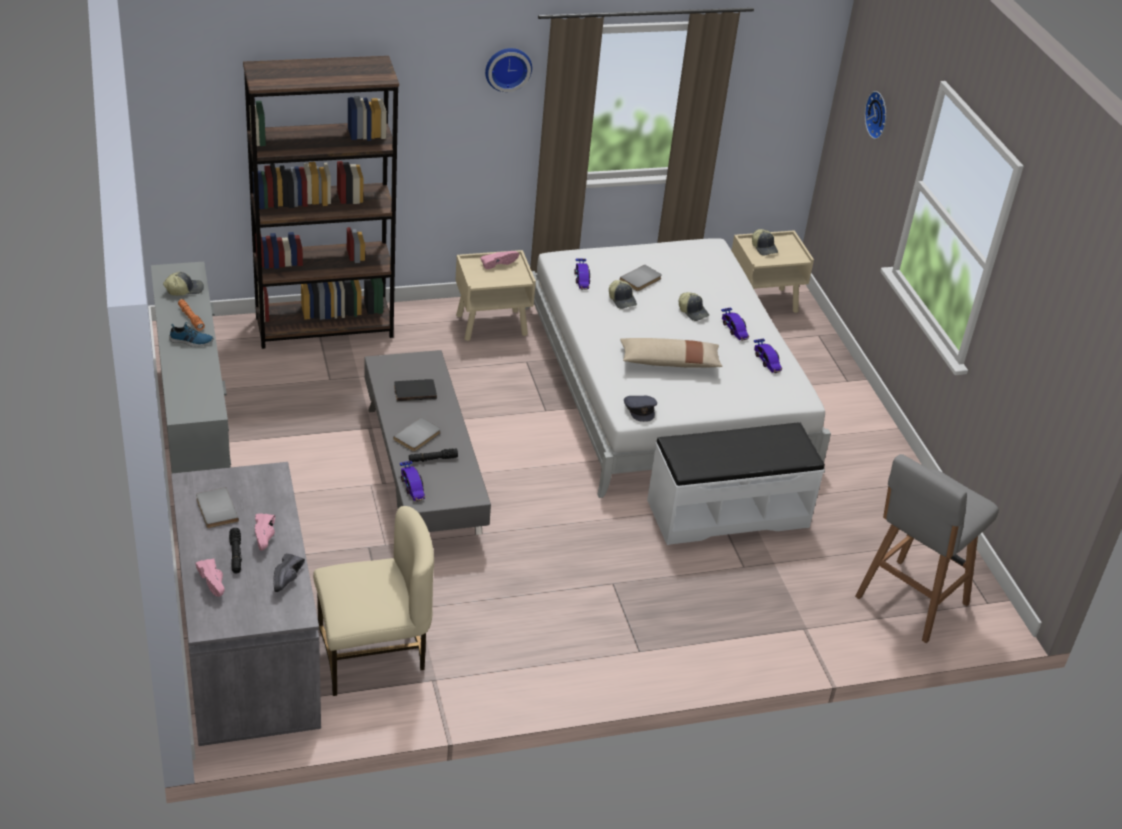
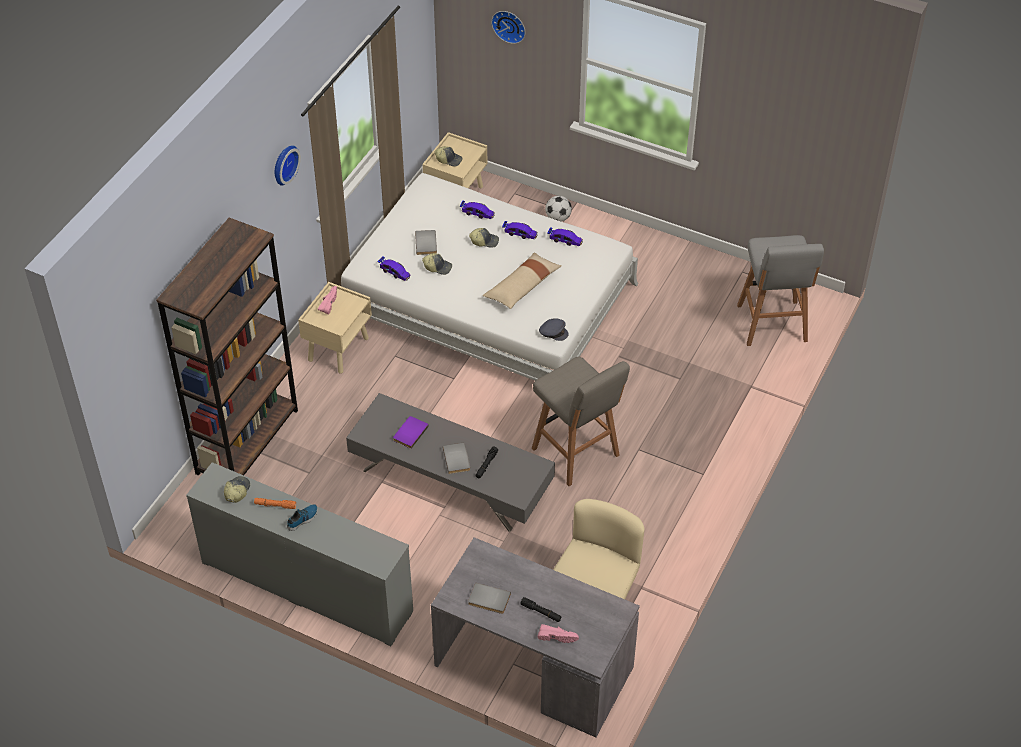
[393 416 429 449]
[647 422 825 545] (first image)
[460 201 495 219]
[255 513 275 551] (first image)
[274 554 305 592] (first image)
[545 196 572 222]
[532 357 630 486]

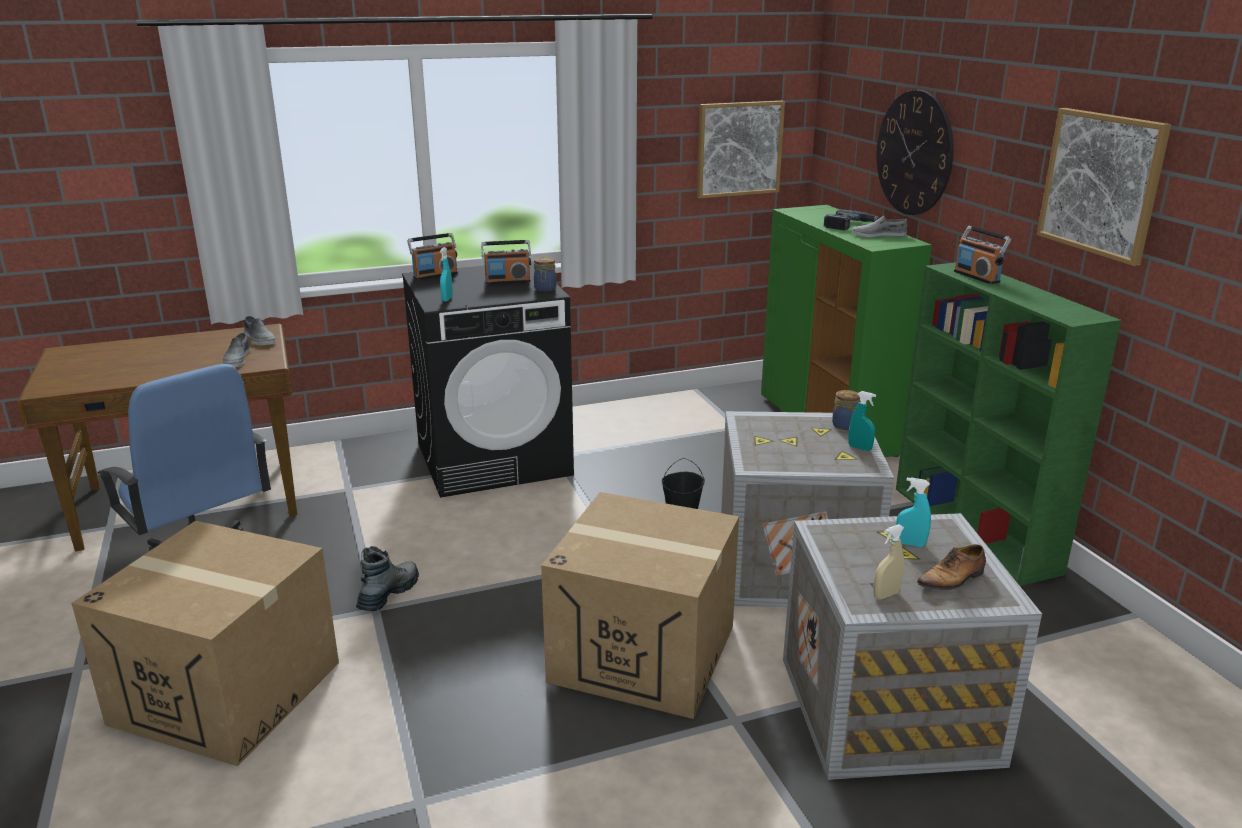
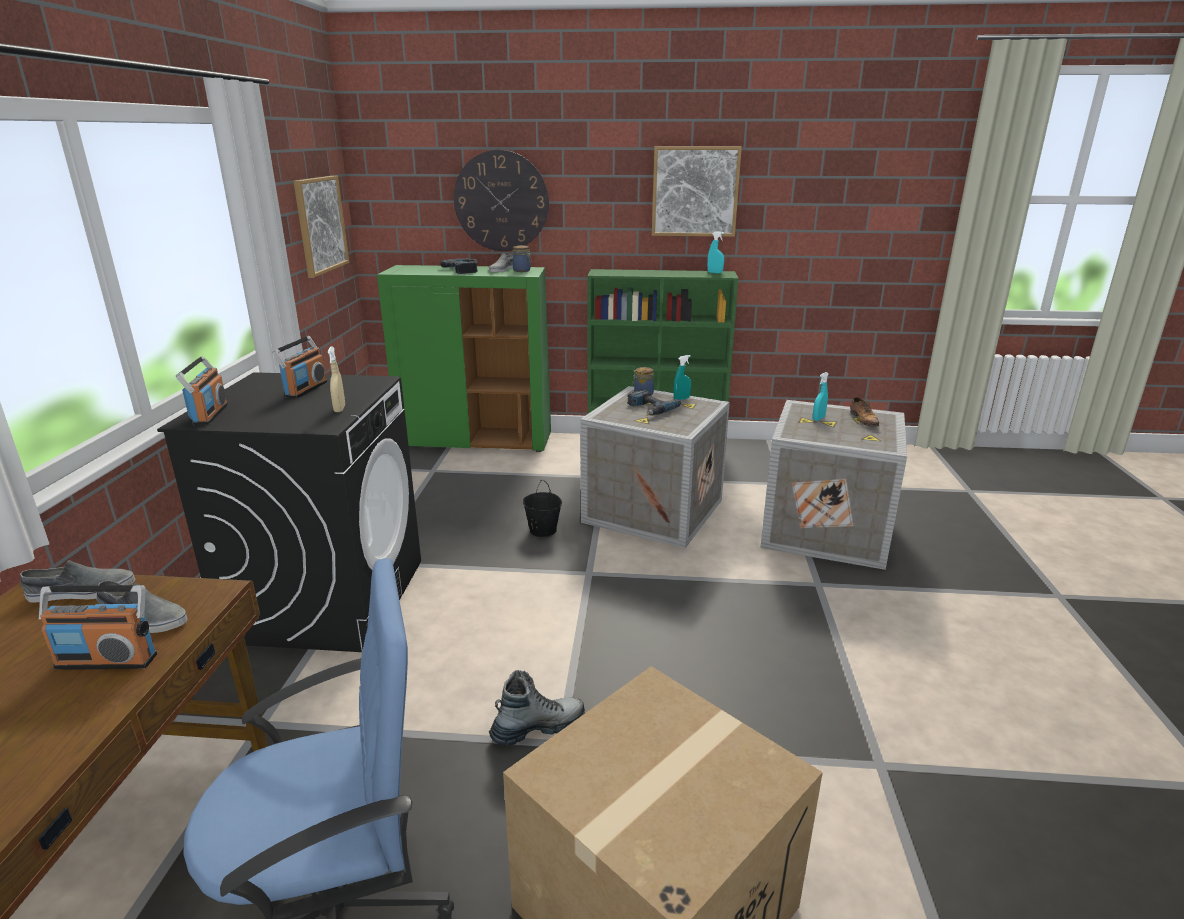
[39 585 157 670]
[707 231 724 274]
[513 245 531 272]
[541 492 739 719] (first image)
[327 346 345 412]
[489 670 585 746]
[627 389 681 415]

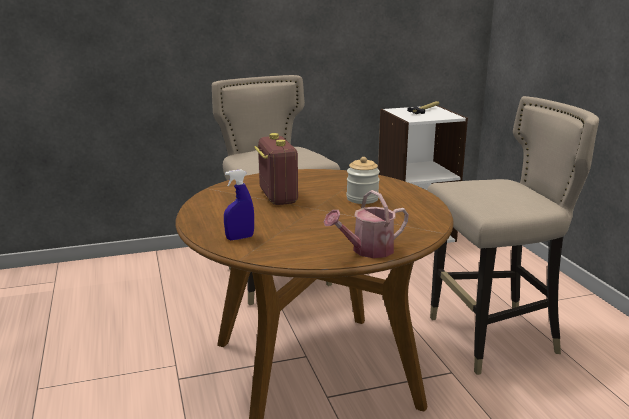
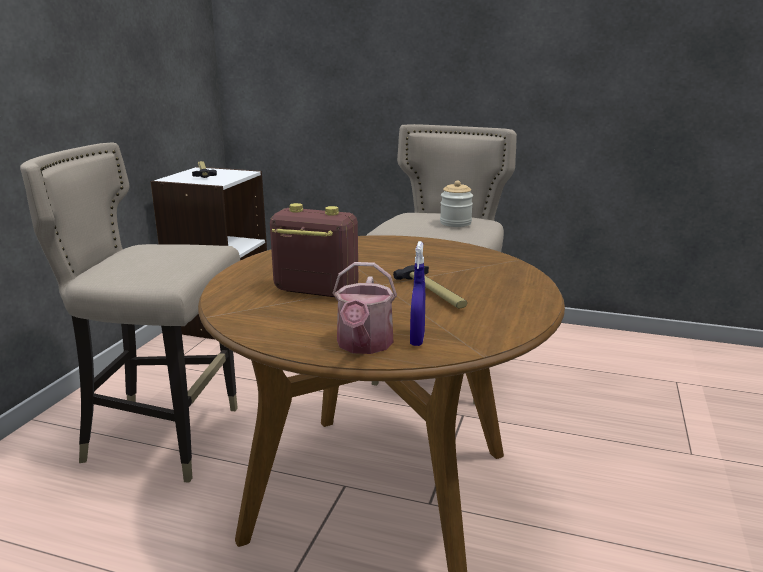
[440 180 473 227]
[332 262 397 354]
[393 265 467 308]

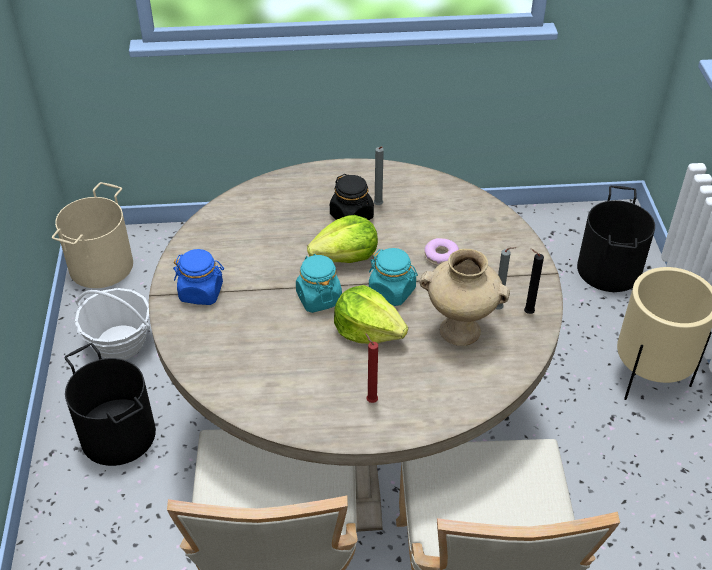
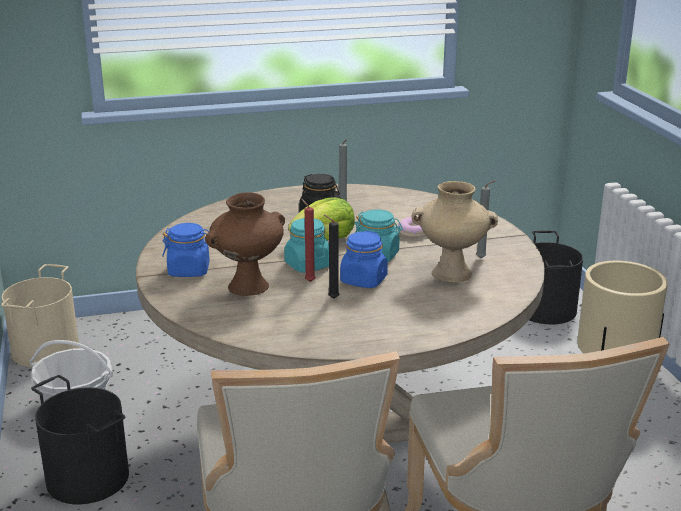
[324 215 340 299]
[340 231 388 288]
[301 198 316 282]
[205 192 285 296]

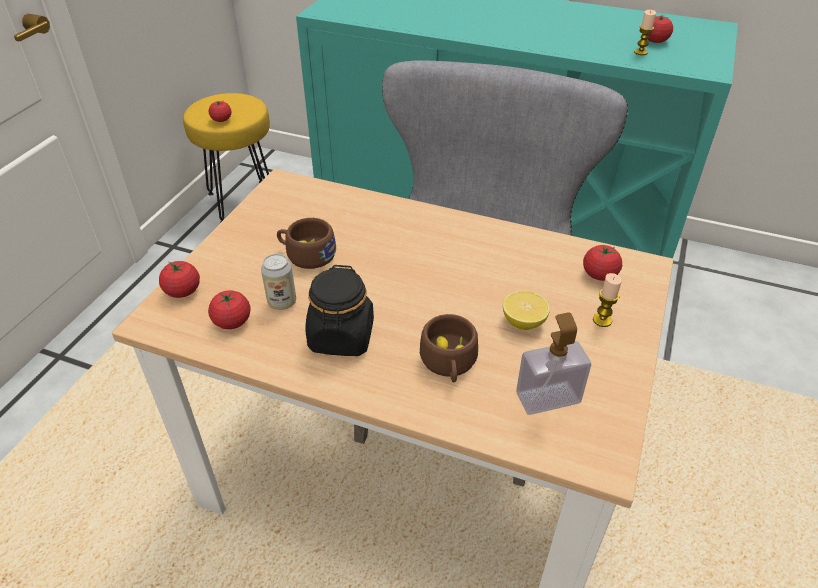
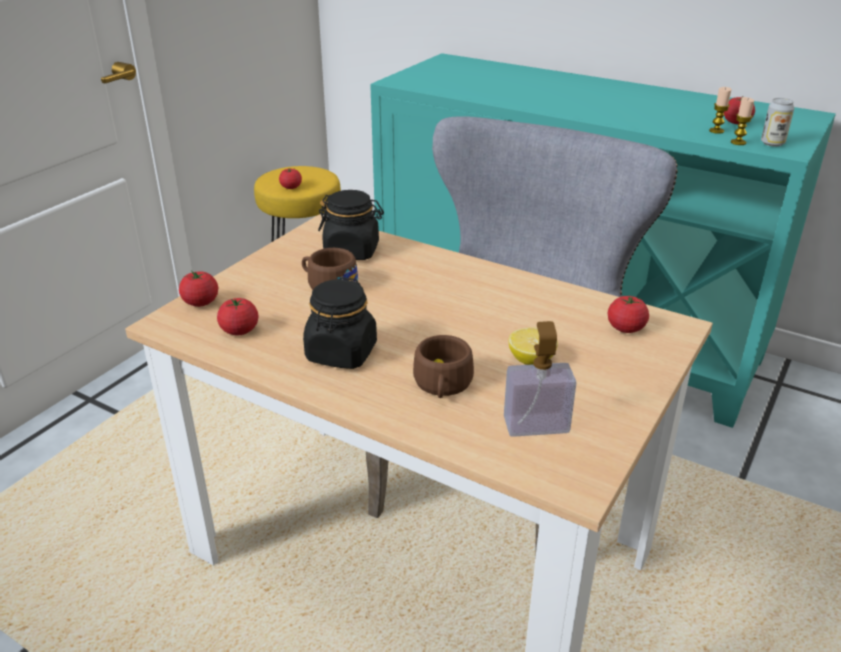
[761 98 794 147]
[731 97 754 145]
[318 190 384 260]

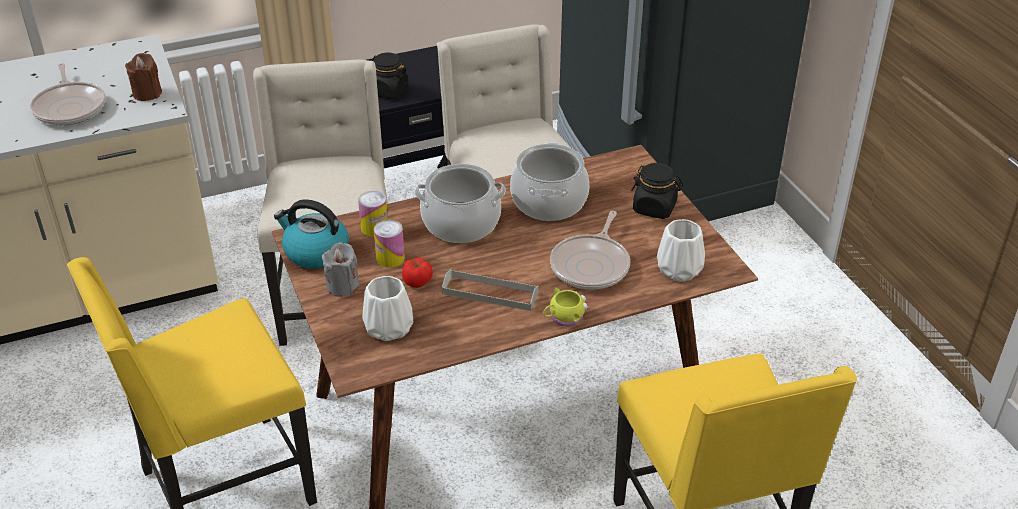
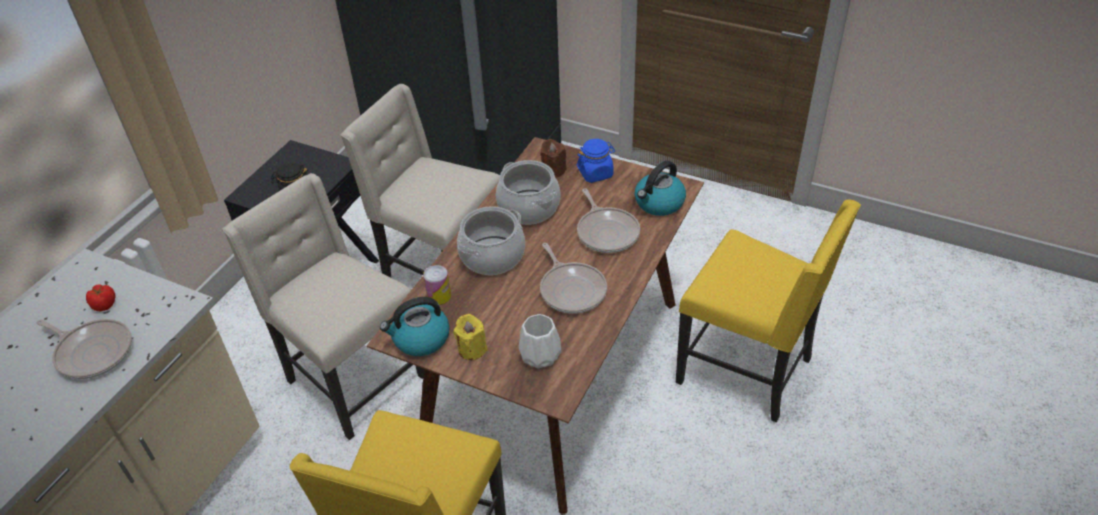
[540 139 567 178]
[577 139 615 183]
[635 161 686 216]
[374 220 405 268] (first image)
[453 314 487 360]
[86 284 116 311]
[540 243 607 314]
[543 288 588 327] (first image)

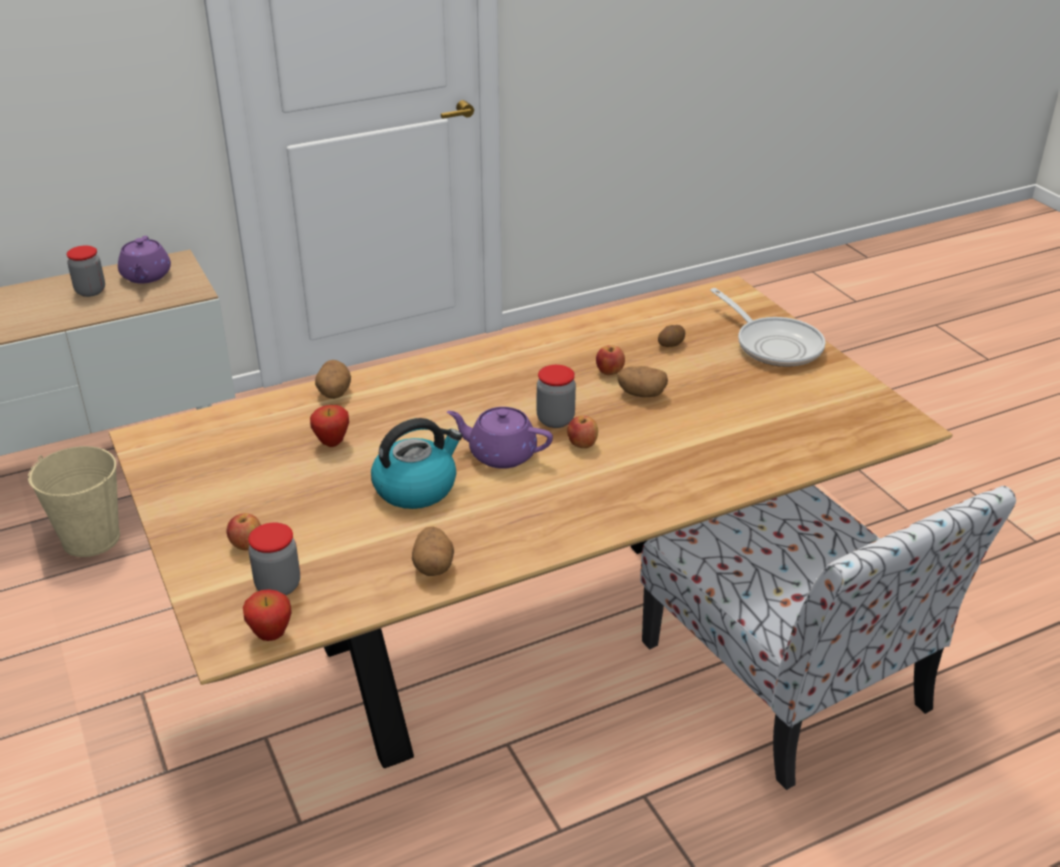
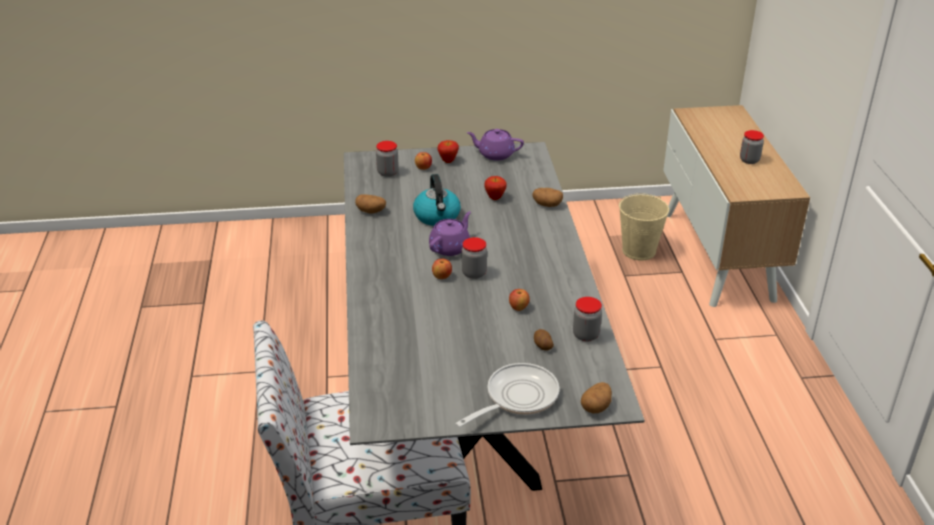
[467 129 524 161]
[344 142 645 491]
[456 363 559 427]
[581 382 612 413]
[437 140 459 163]
[573 297 602 342]

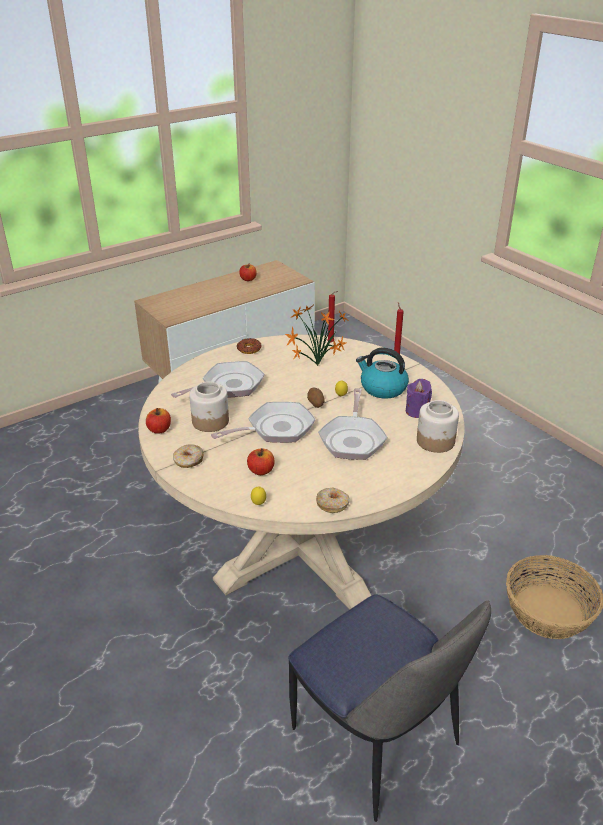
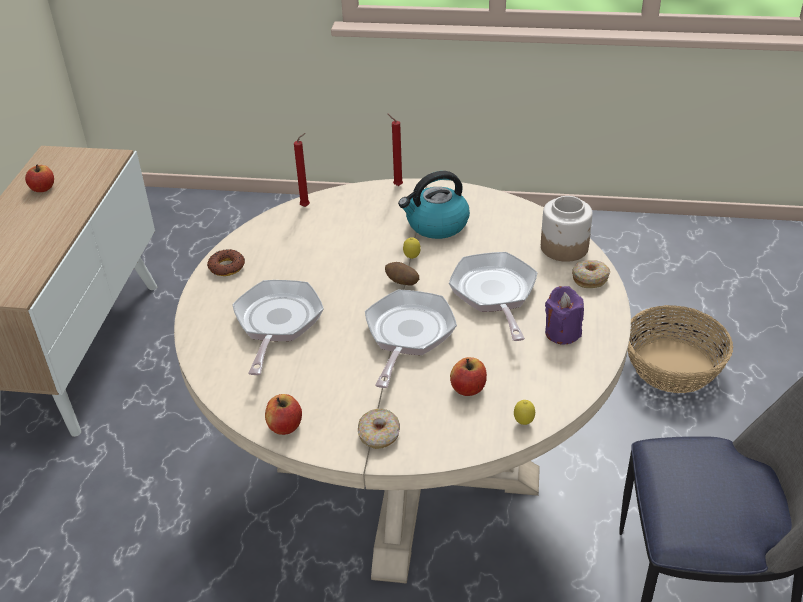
[285 305 348 366] (first image)
[545 286 584 345]
[189 382 229 432] (first image)
[449 252 538 341]
[572 260 610 288]

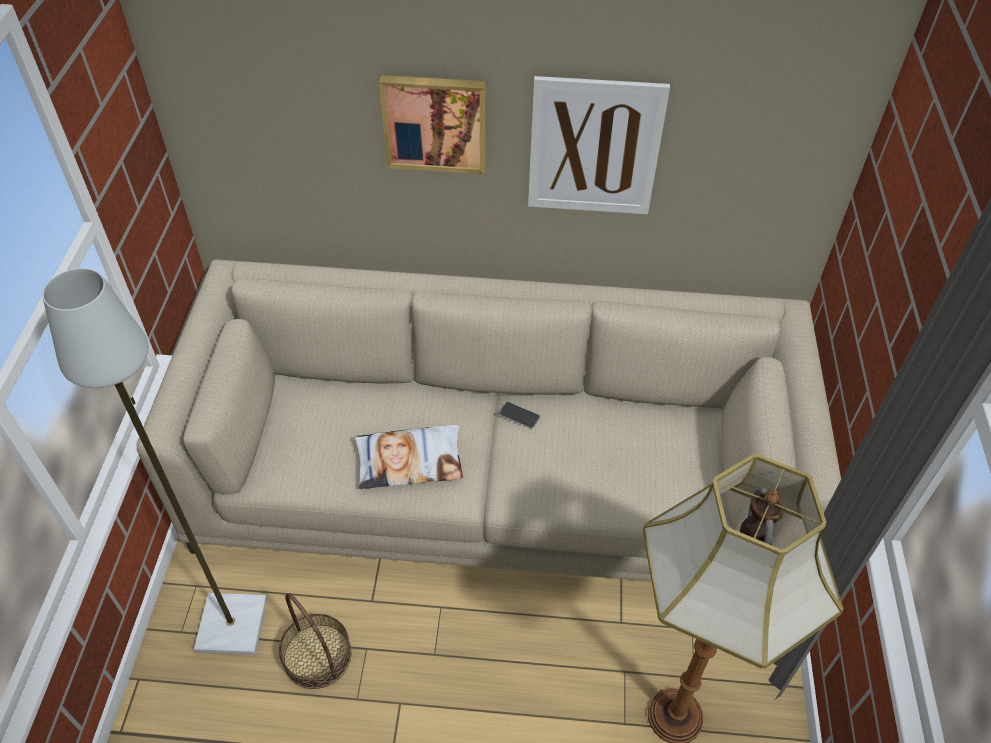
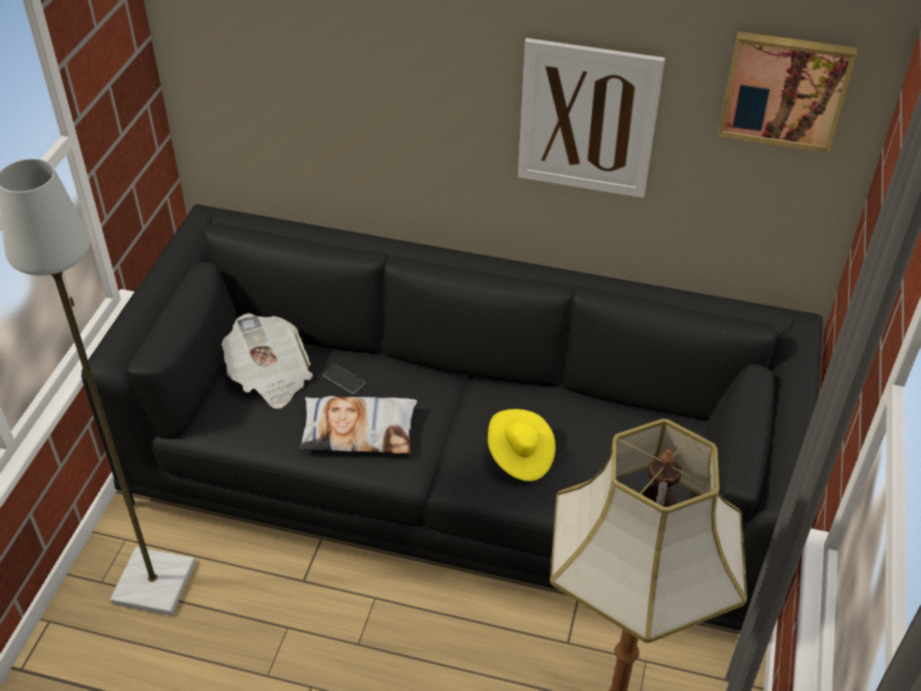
[718 31 857 153]
[81 204 823 631]
[323 365 366 394]
[279 593 352 689] (first image)
[222 313 313 409]
[488 409 556 481]

